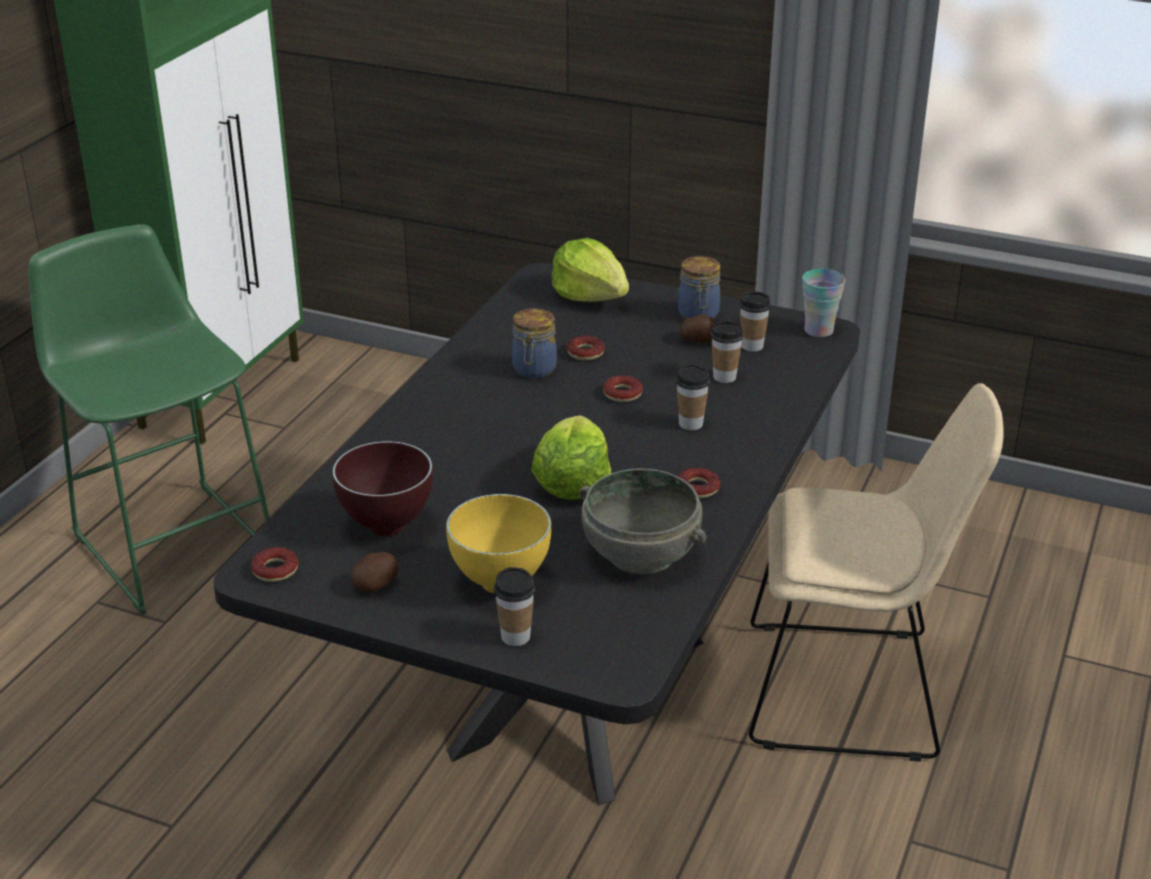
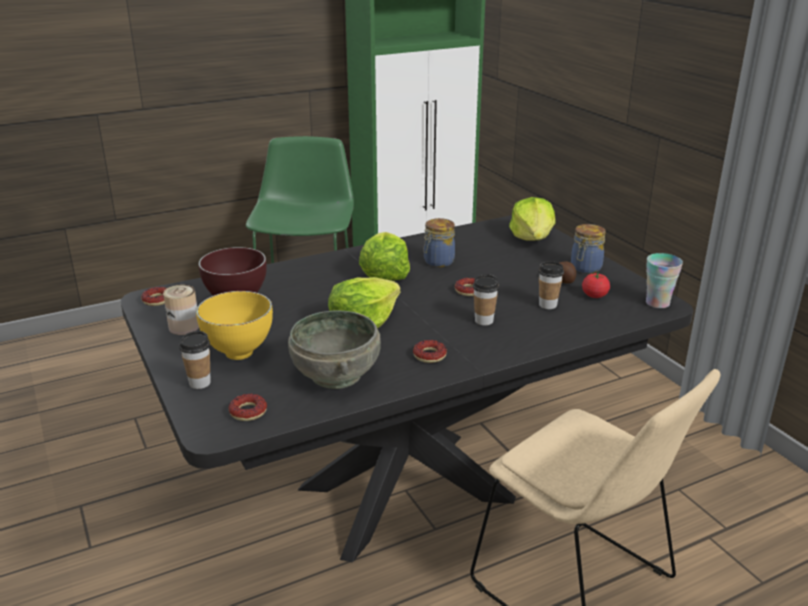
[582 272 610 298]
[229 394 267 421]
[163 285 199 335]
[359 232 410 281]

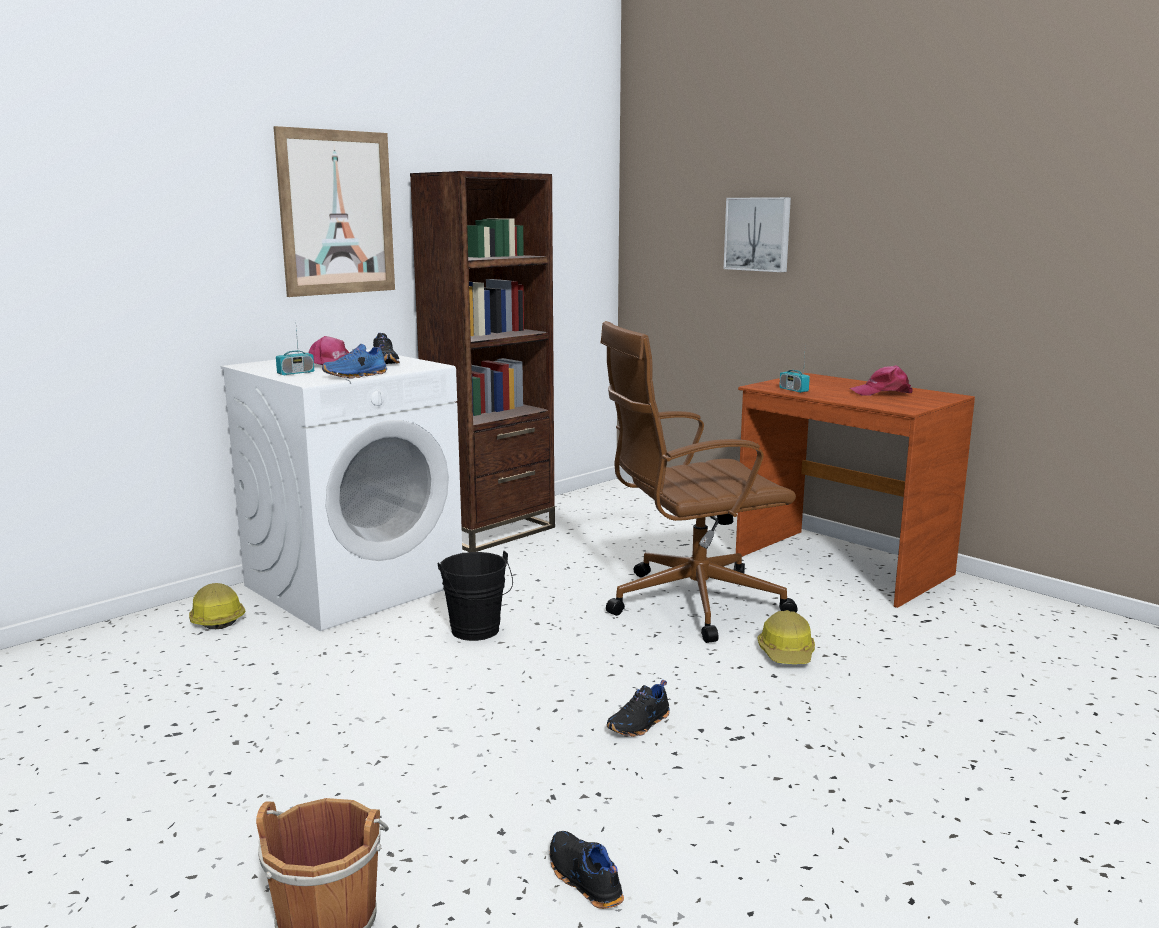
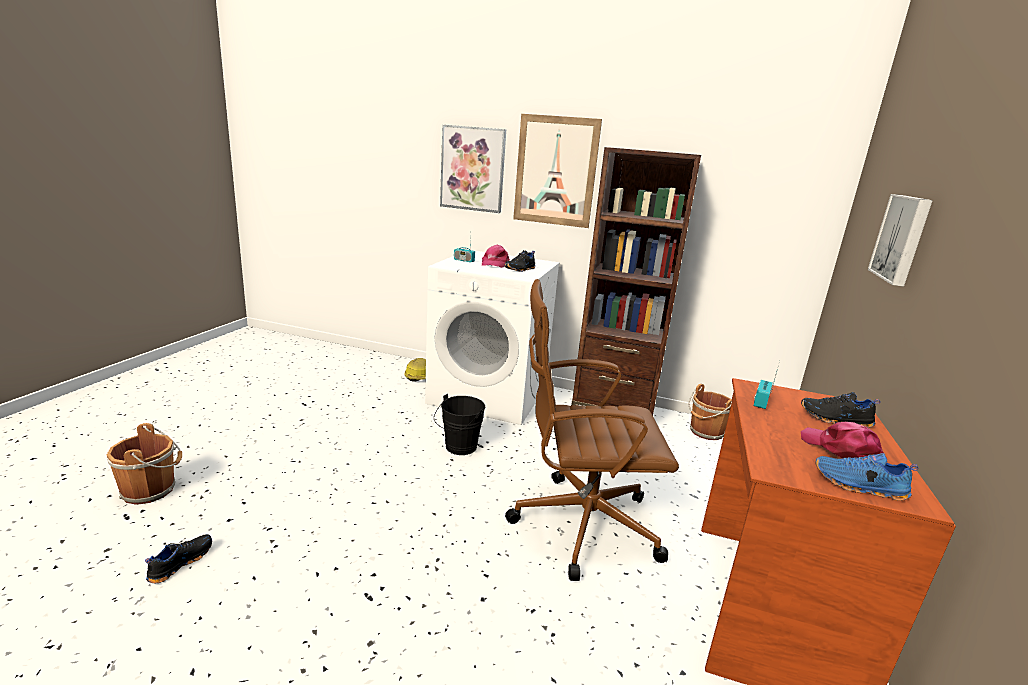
[505 279 679 581]
[815 453 919 501]
[758 610 815 664] (first image)
[801 392 880 428]
[440 125 506 213]
[688 384 732 440]

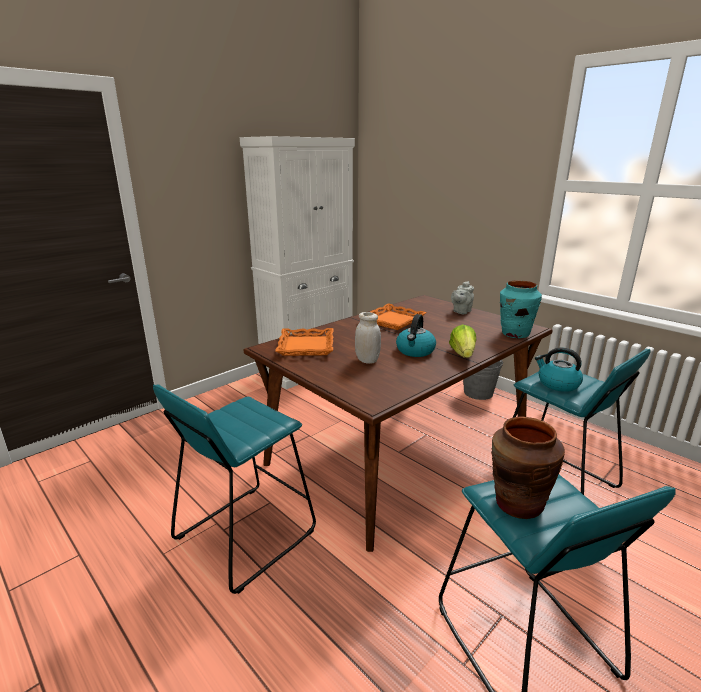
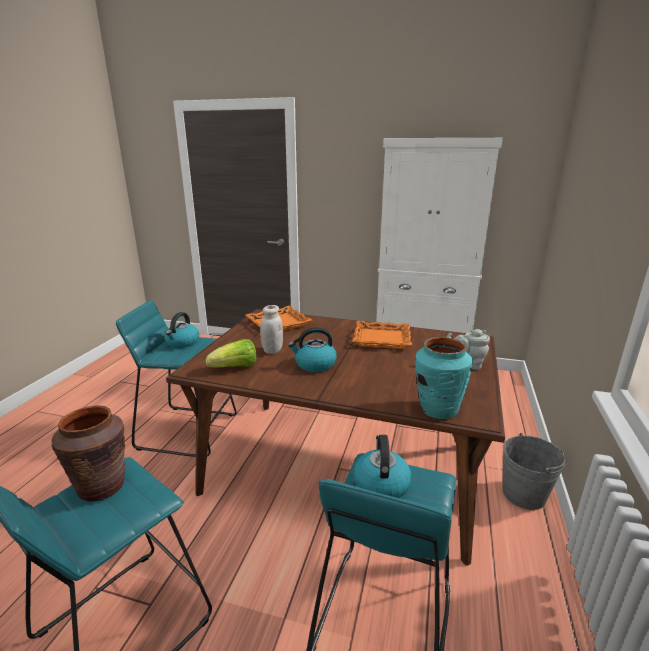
[206 339 257 367]
[164 312 199 348]

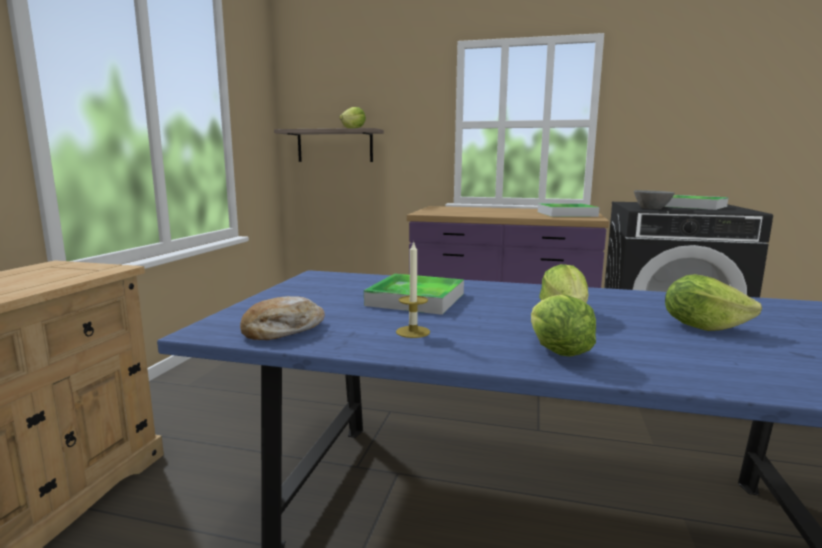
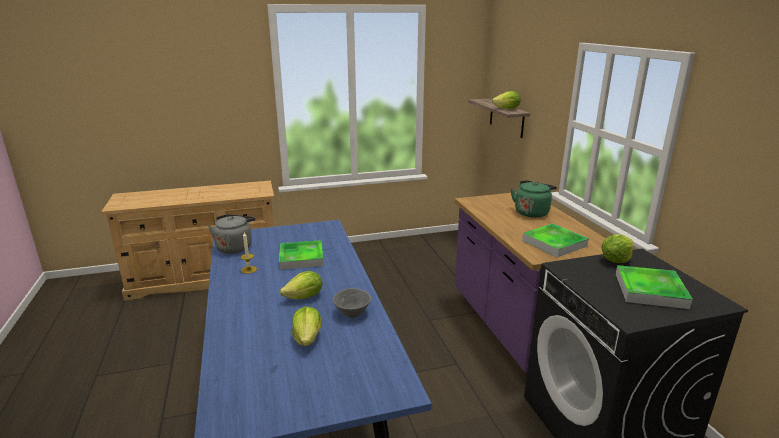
[333 288 371 318]
[601 234 633 263]
[208 214 255 254]
[511 180 557 218]

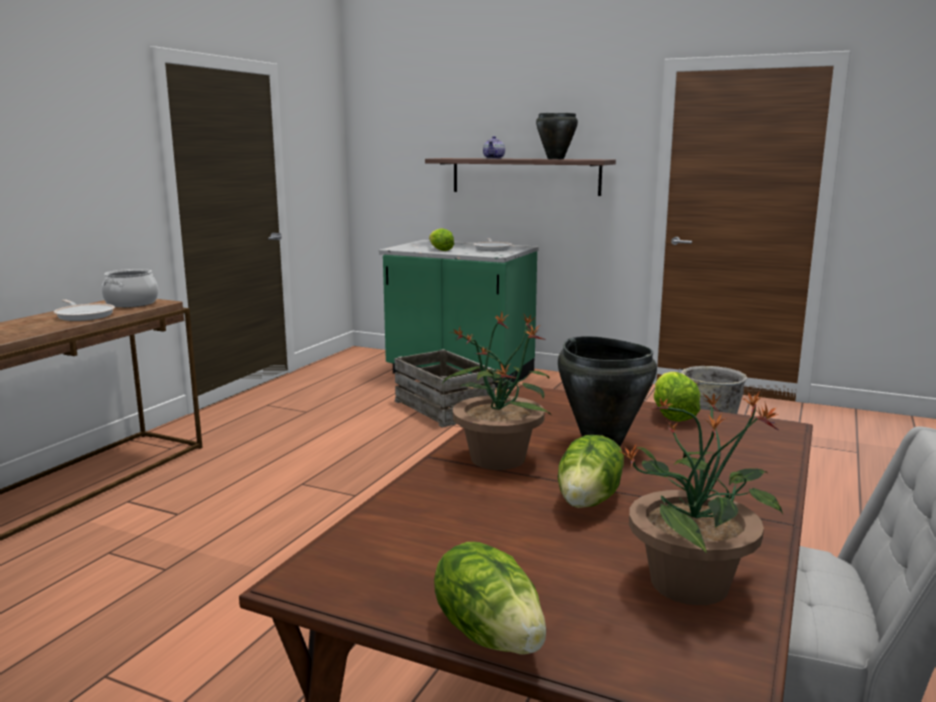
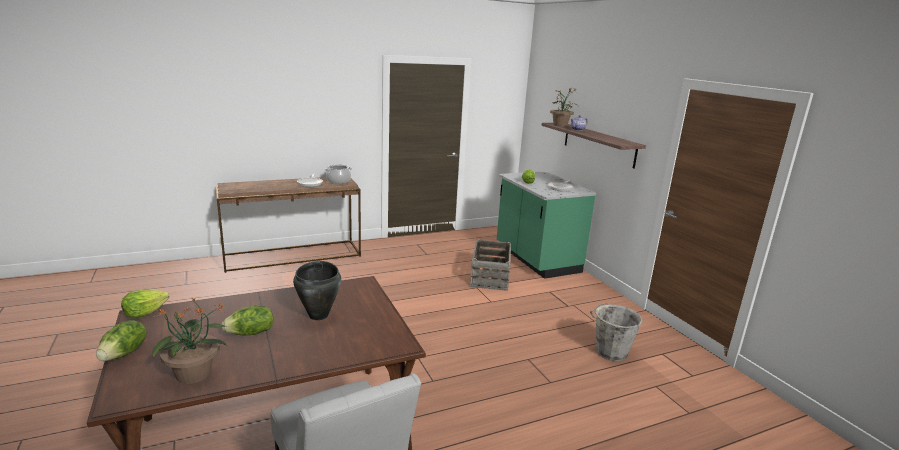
[536 113 578 159] (first image)
[550 88 577 126]
[121 289 169 318]

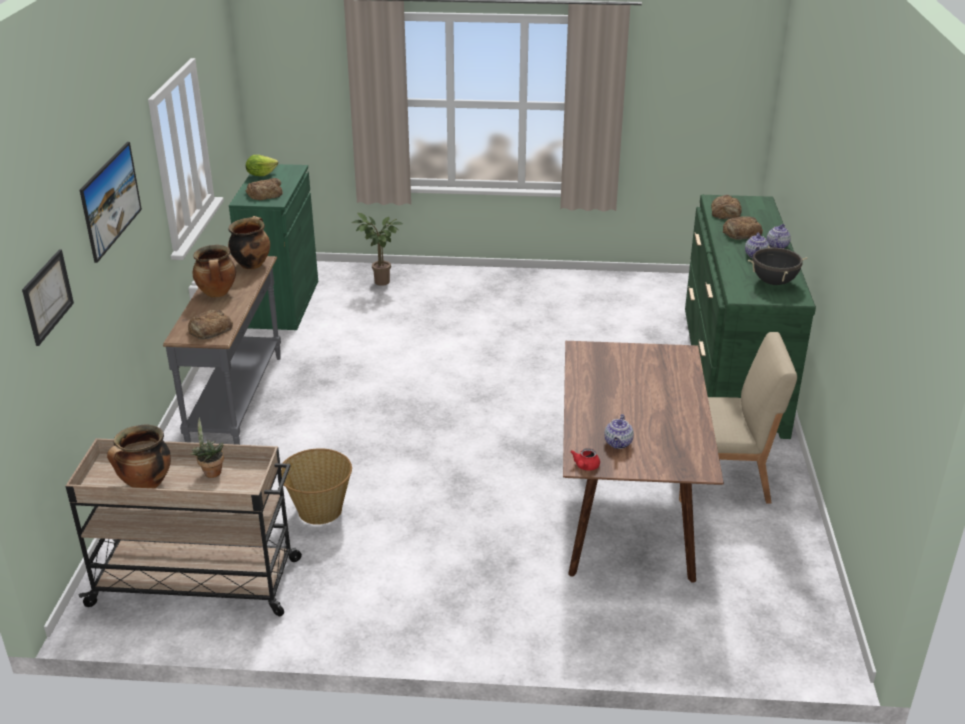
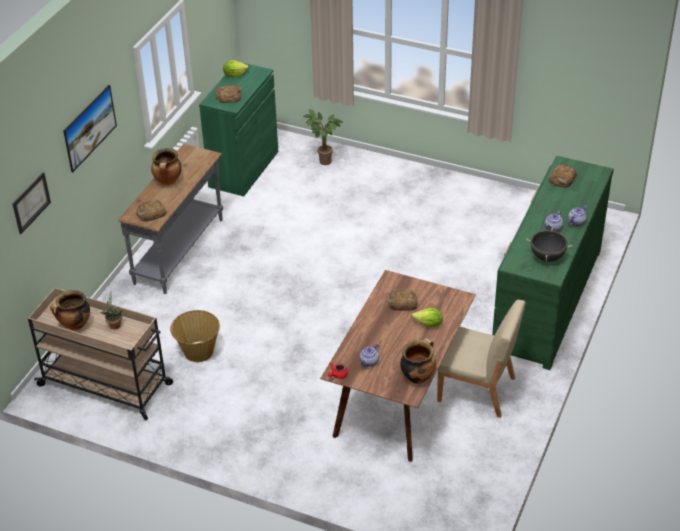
[400 338 436 384]
[387 289 419 311]
[412 308 443 327]

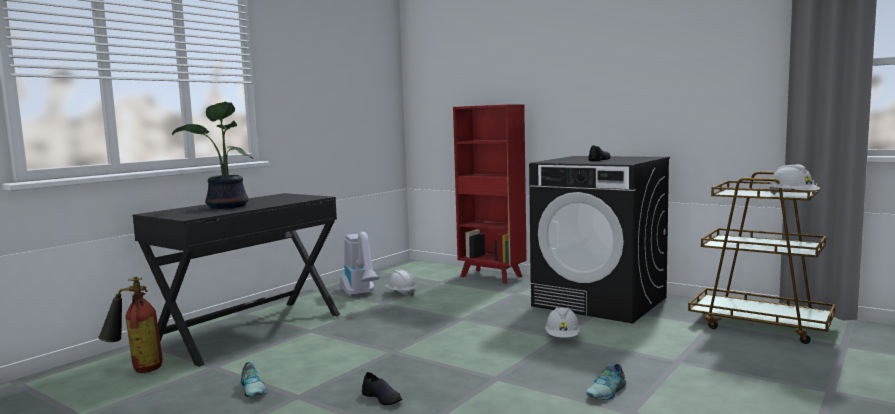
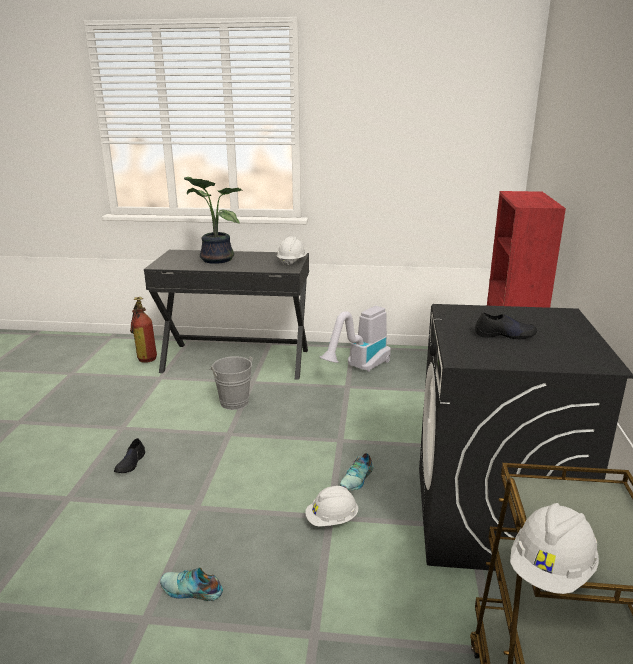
[277 236 307 267]
[340 453 373 490]
[209 356 252 410]

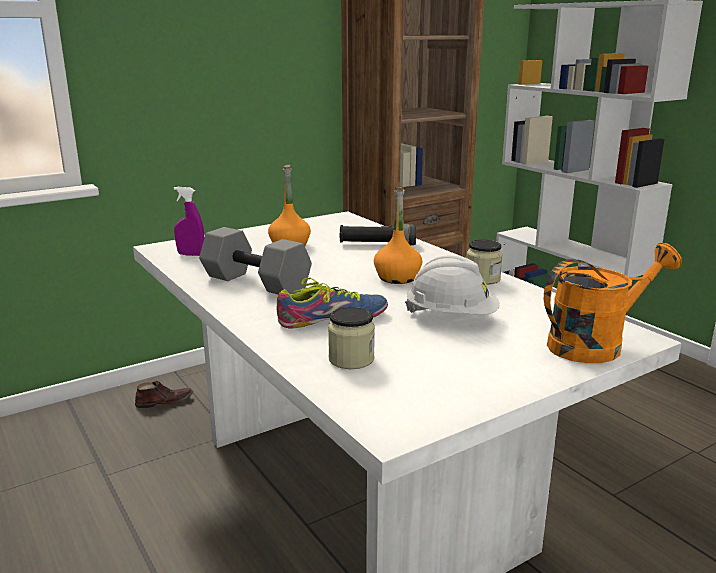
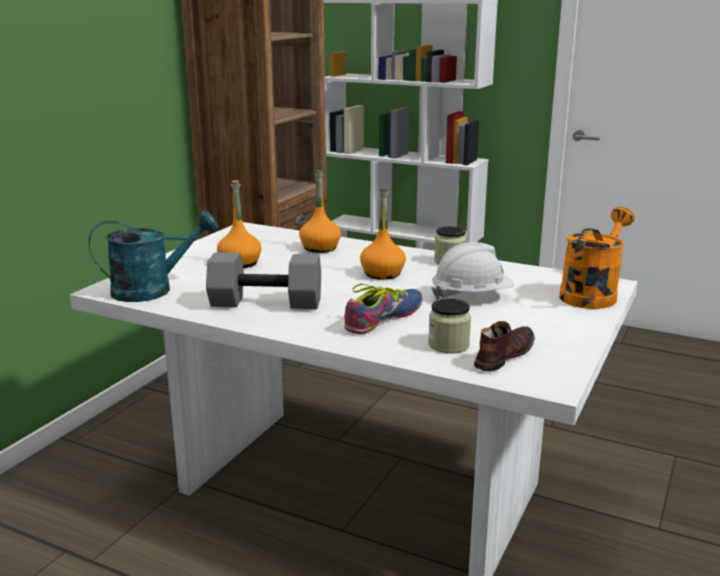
[89 210 218 302]
[299 170 341 253]
[474 321 535 372]

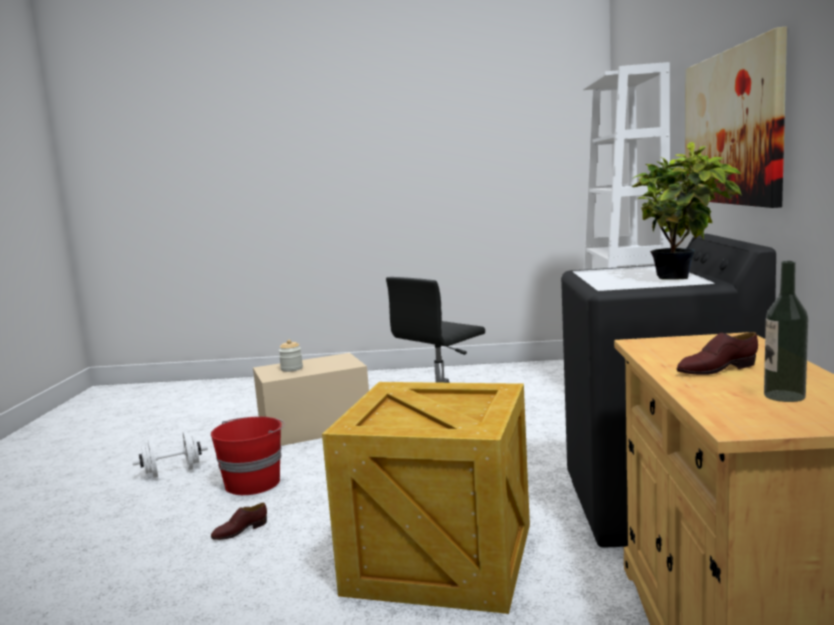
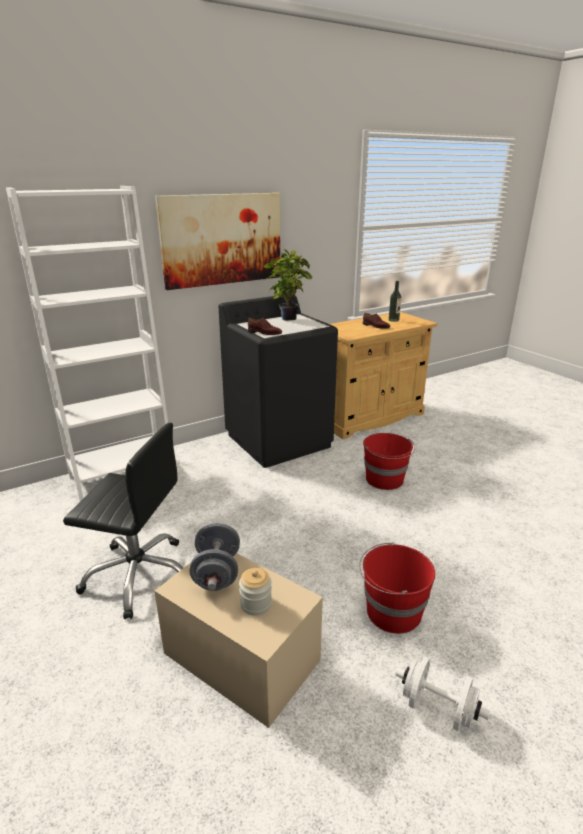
[363 433 415 490]
[248 318 282 335]
[189 523 240 591]

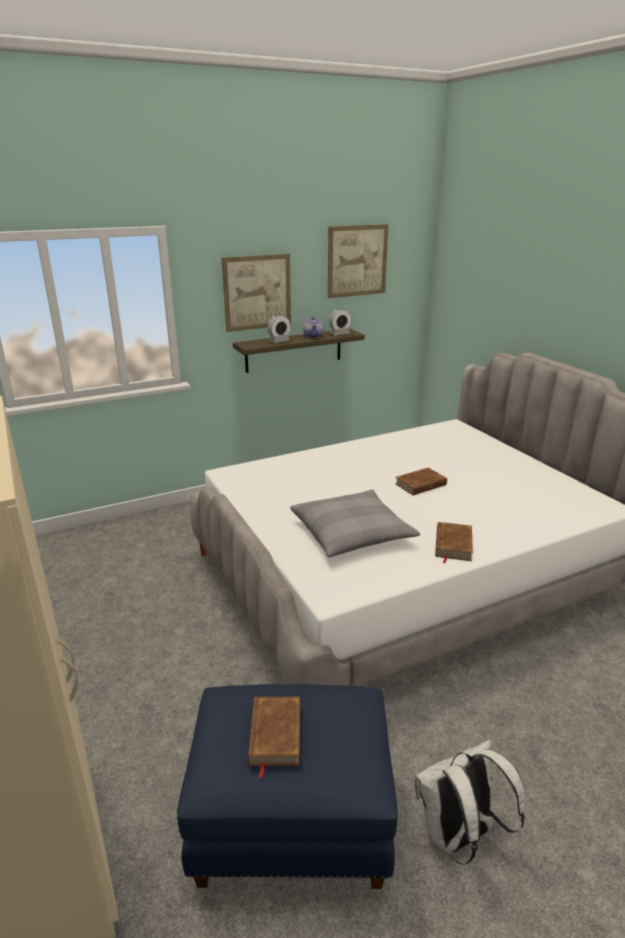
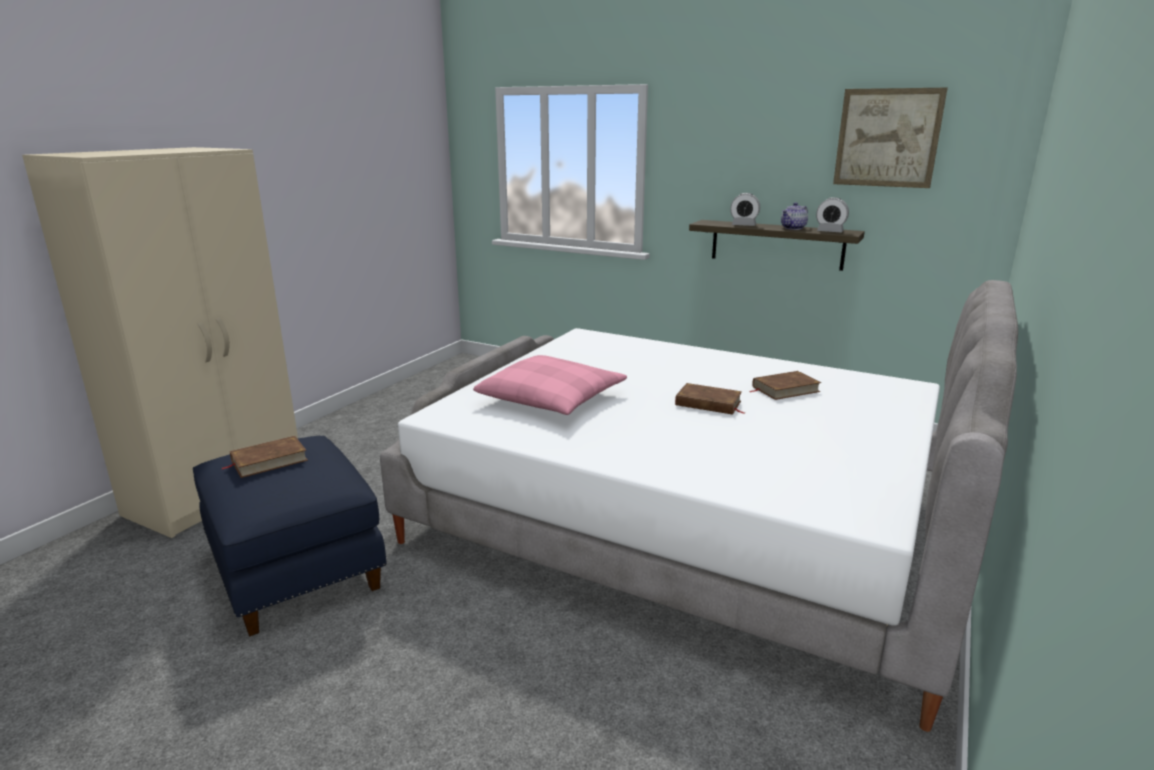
[222 254 291 332] (first image)
[473 355 627 415]
[750 371 821 400]
[415 740 525 865] (first image)

